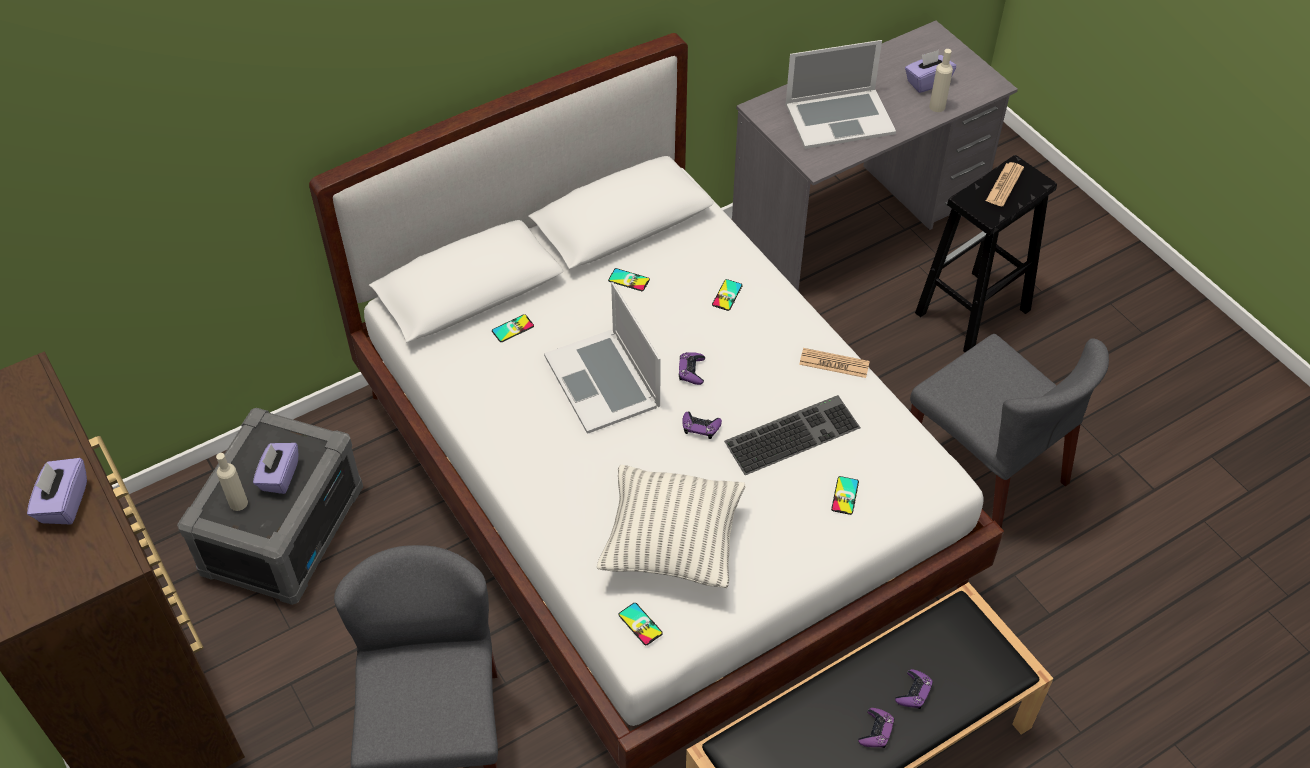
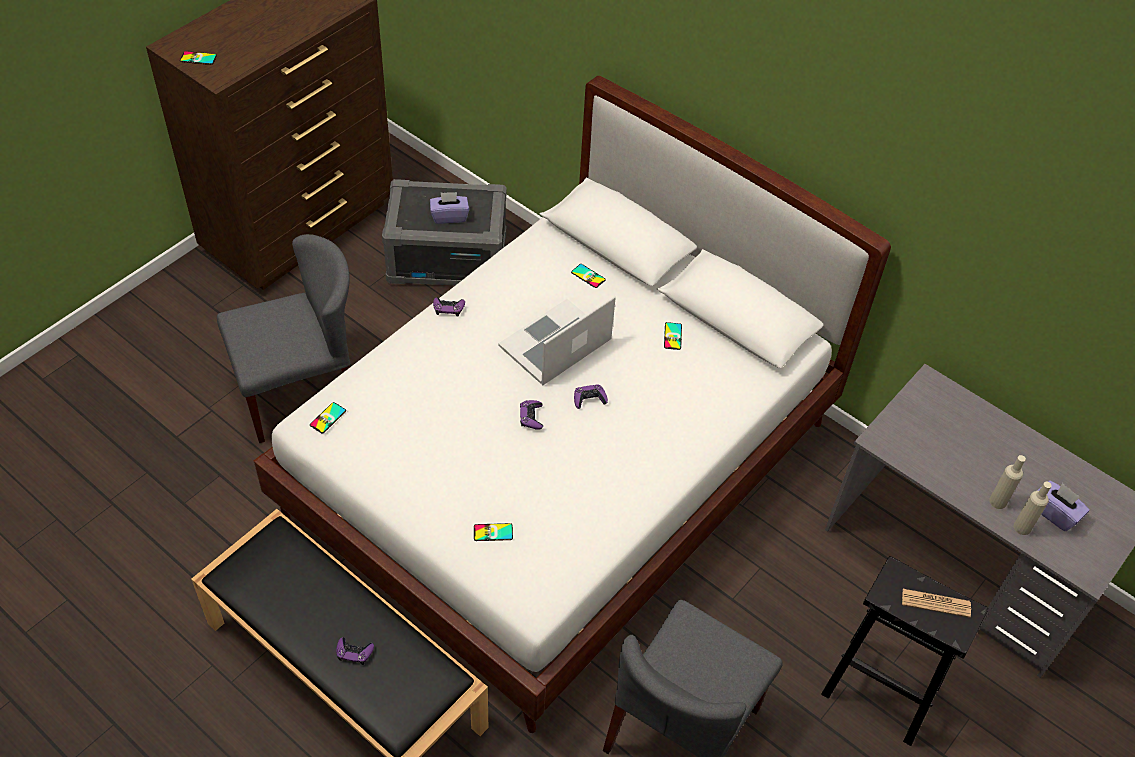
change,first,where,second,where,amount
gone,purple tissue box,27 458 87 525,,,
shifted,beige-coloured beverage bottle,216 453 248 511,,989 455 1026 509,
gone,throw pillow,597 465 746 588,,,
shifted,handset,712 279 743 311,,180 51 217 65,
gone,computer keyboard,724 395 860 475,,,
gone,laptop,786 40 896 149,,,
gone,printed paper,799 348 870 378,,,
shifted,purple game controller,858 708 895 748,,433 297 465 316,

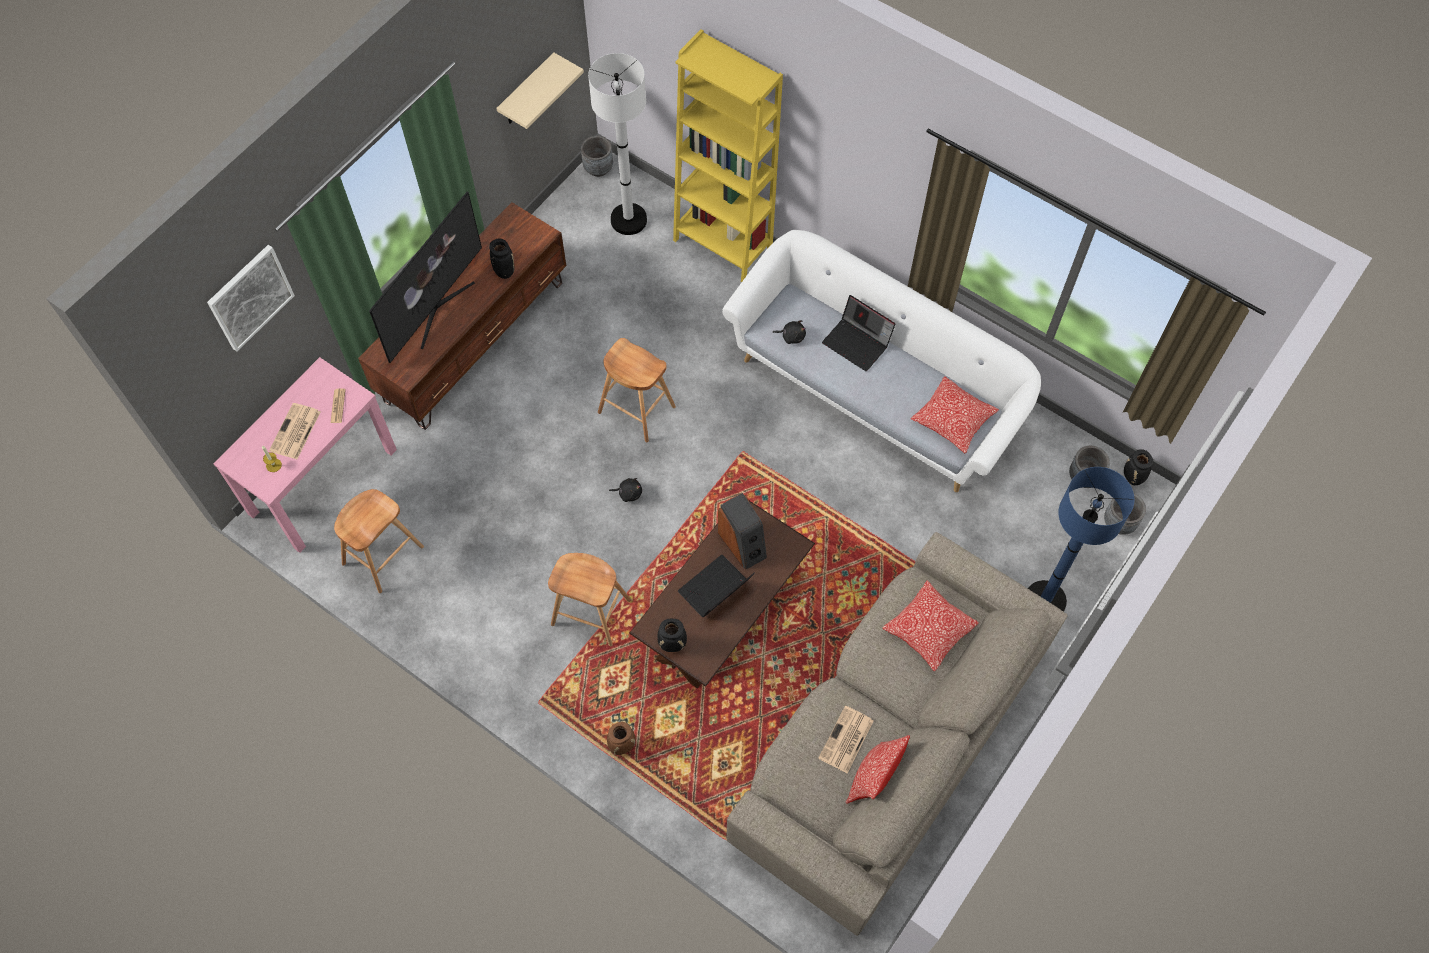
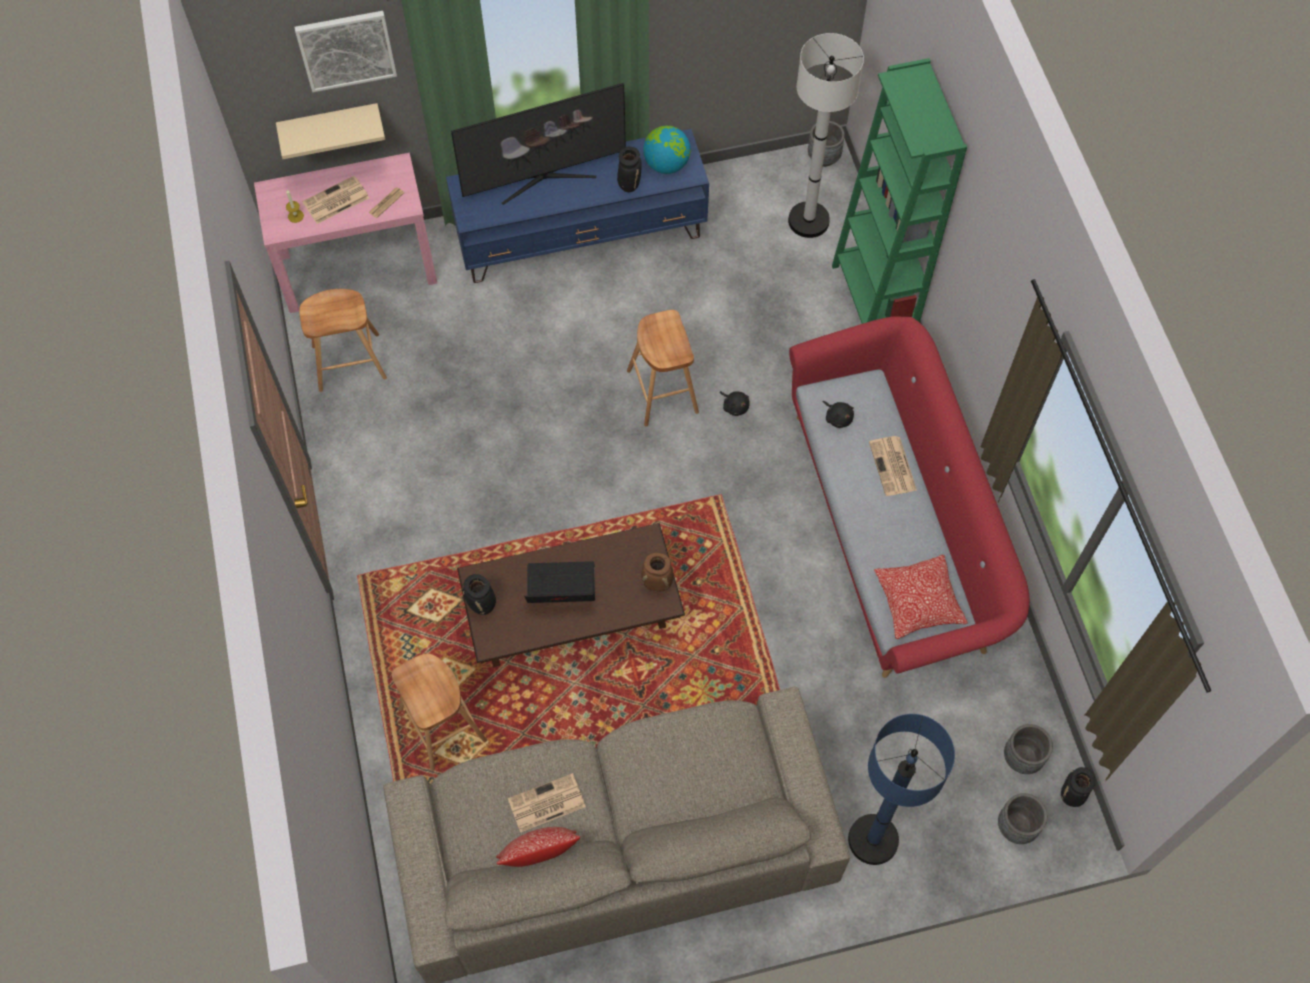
change,first,where,second,where,amount
repainted,brownish tv unit,358 202 566 430,blue-coloured tv unit,446 129 709 283,
shifted,beige-coloured wall shelf,496 52 584 129,,276 103 385 159,
shifted,brownish stool,548 553 631 646,,392 653 487 771,
shifted,brownish vase,607 722 636 755,,641 553 674 592,
shifted,black-coloured soft toy,609 478 642 502,,719 391 750 416,
repainted,yellow bookcase,673 29 783 282,green-coloured bookcase,832 58 967 324,
gone,loudspeaker,718 493 767 570,,,
repainted,white-coloured sofa,722 230 1041 492,reddish sofa,789 316 1030 678,
swapped,laptop,822 295 895 371,printed paper,869 436 917 496,
gone,throw pillow,882 581 979 672,,,
new,,,world globe,643 126 691 174,

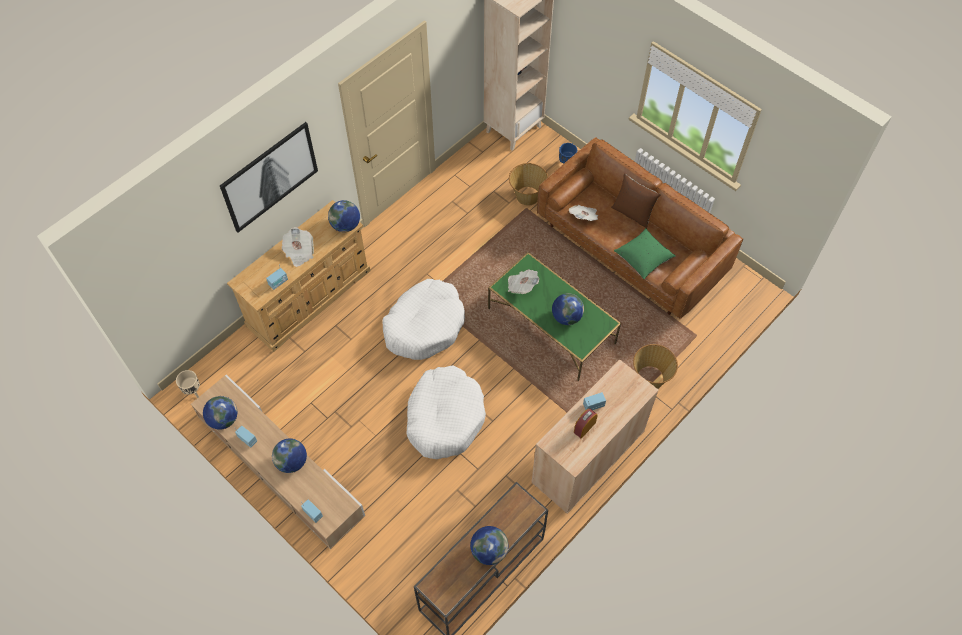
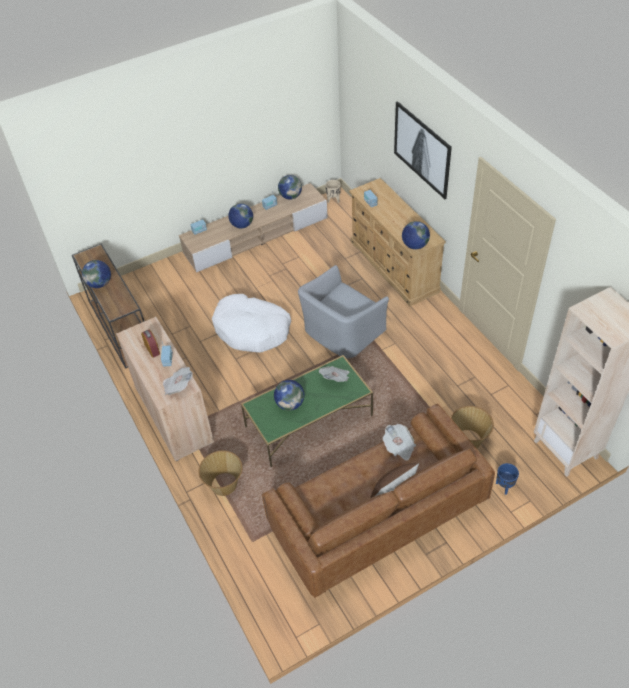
change,first,where,second,where,amount
shifted,printed paper,281 227 314 267,,163 367 193 395,
swapped,white-coloured pet bed,382 279 465 360,greyish easy chair,298 265 389 358,
gone,green-coloured throw pillow,614 228 676 279,,,

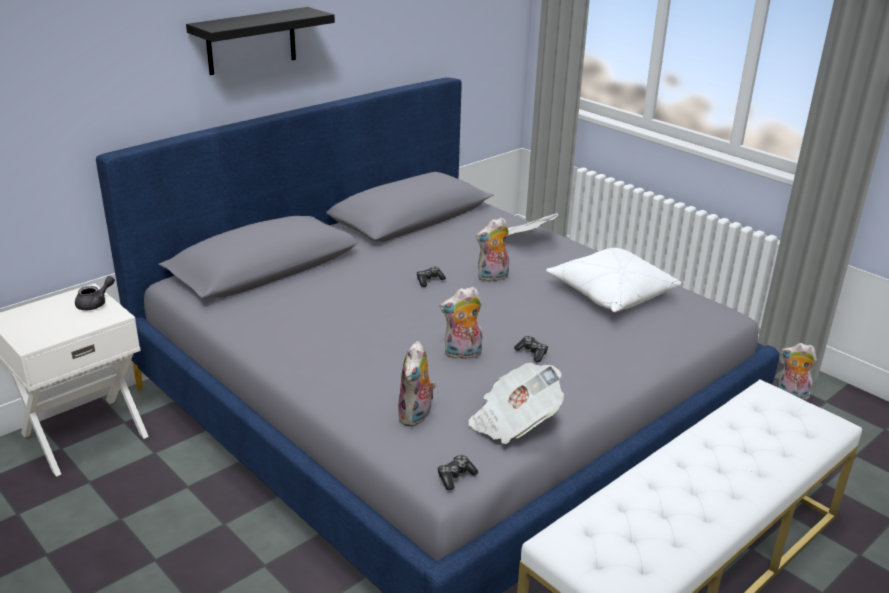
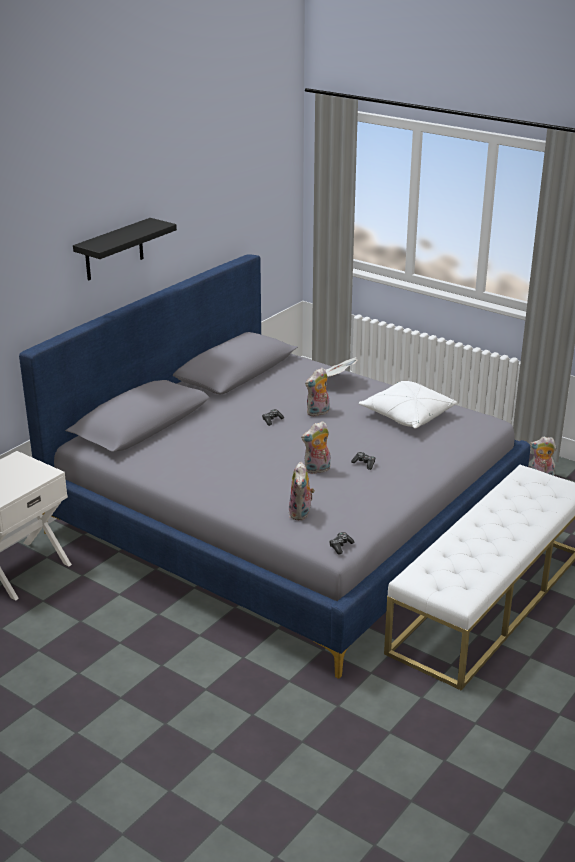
change,first,where,second,where,amount
gone,greyish teapot,75 276 115 310,,,
gone,printed paper,468 362 564 444,,,

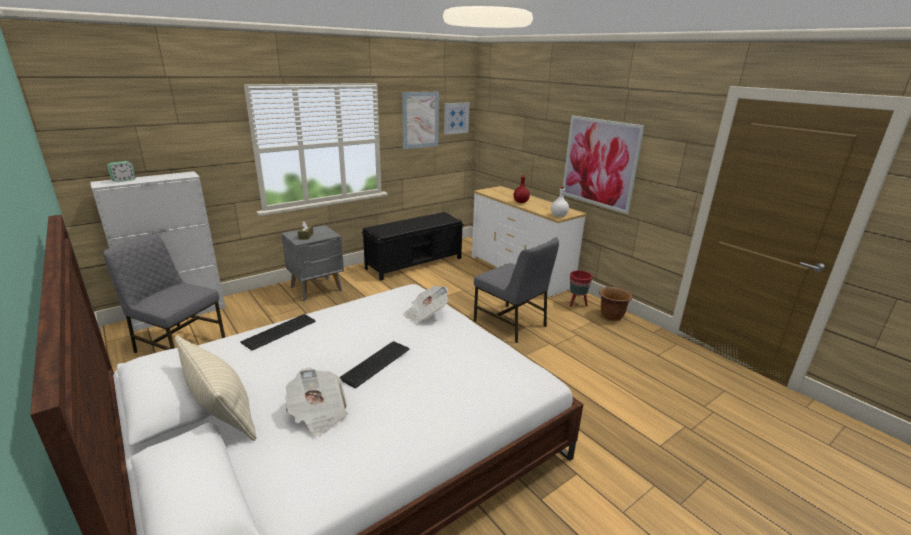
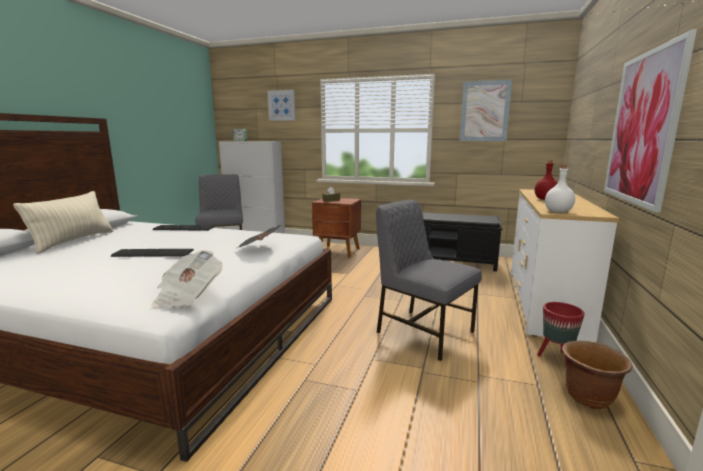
change,first,where,second,where,amount
repainted,greyish night table,281 225 344 301,brownish night table,312 198 361 258,
shifted,printed paper,285 368 348 436,,152 250 222 308,
shifted,wall picture,444 102 469 135,,268 90 296 121,
rotated,greyish plain chair,474 237 559 343,,376 200 482 361,120 degrees clockwise

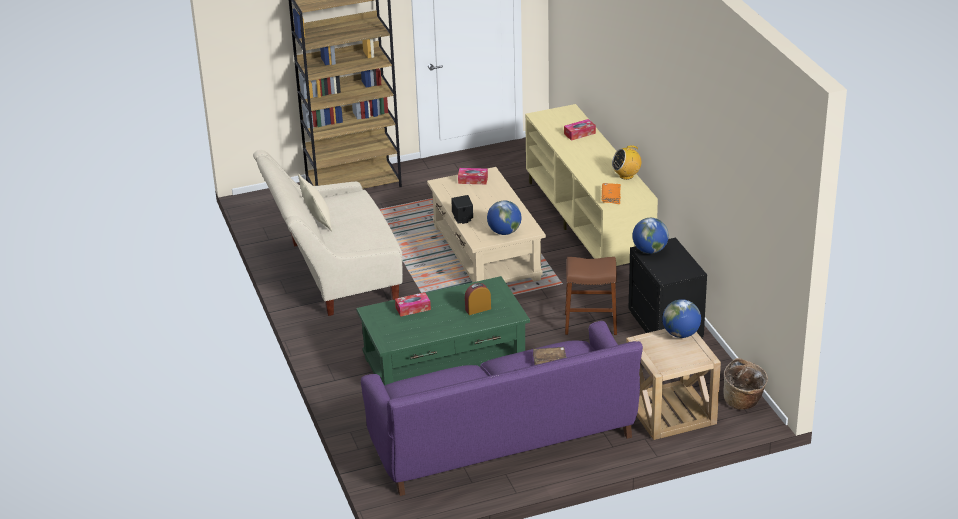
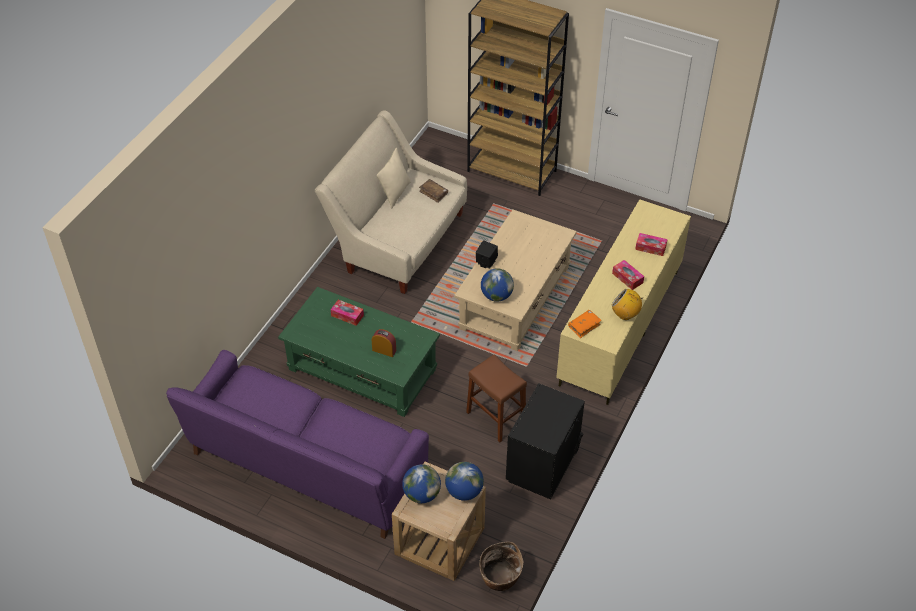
change,first,where,second,where,amount
shifted,tissue box,458 168 488 184,,612 260 644 290,
shifted,brownish volume,533 347 567 365,,419 179 448 203,
shifted,world globe,632 218 669 254,,402 464 441 503,

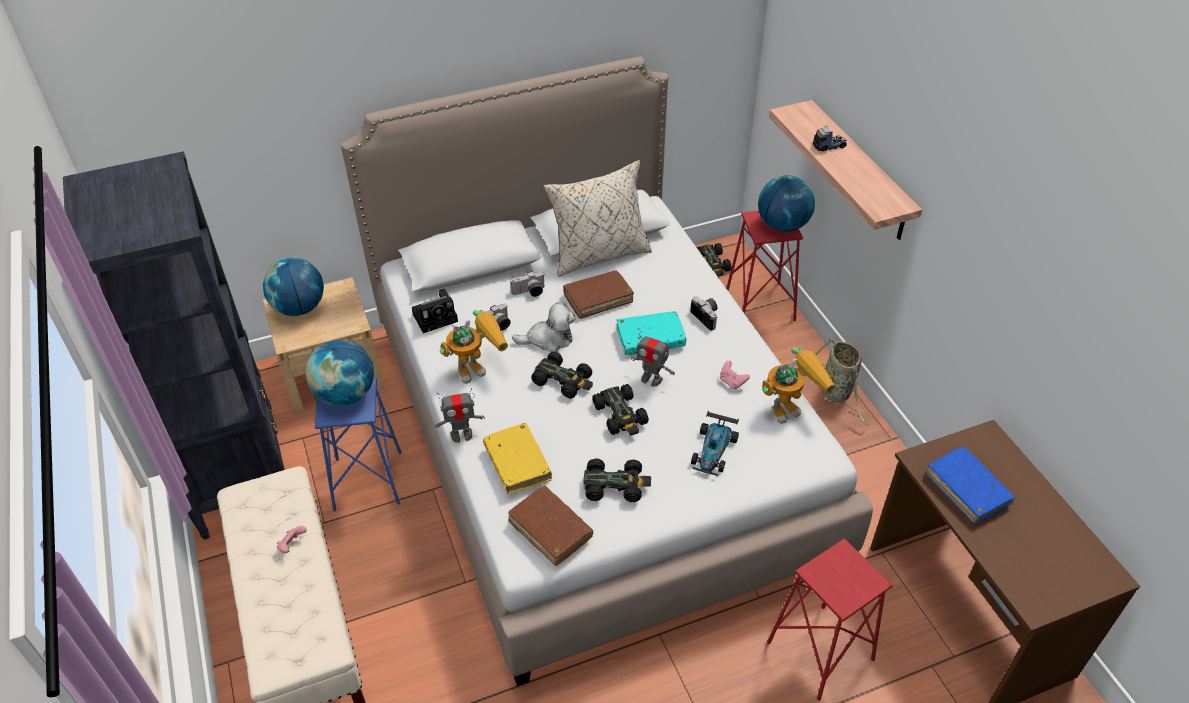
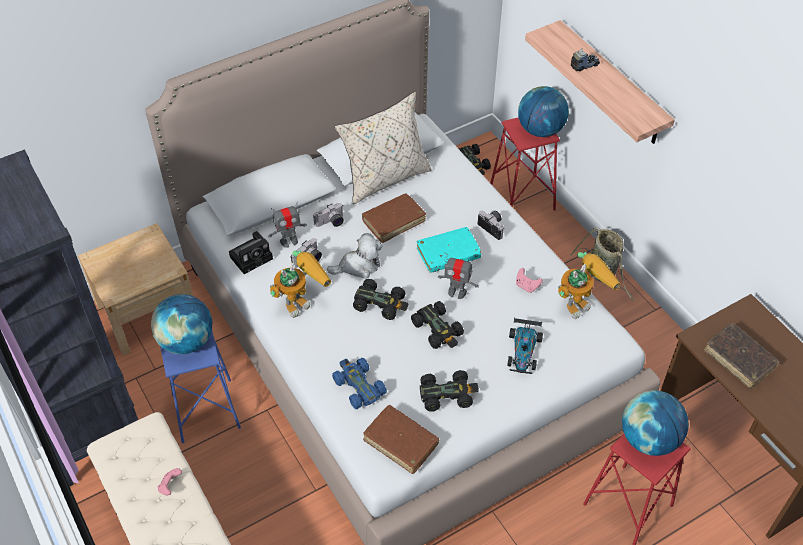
change,first,where,second,where,amount
shifted,world globe,263 257 324 316,,622 390 689 456,
shifted,toy robot,435 388 485 443,,268 201 307 248,
swapped,yellow volume,483 423 552 493,blue-coloured toy car,332 357 387 409,
repainted,blue-coloured volume,925 447 1015 525,brownish volume,704 323 780 389,

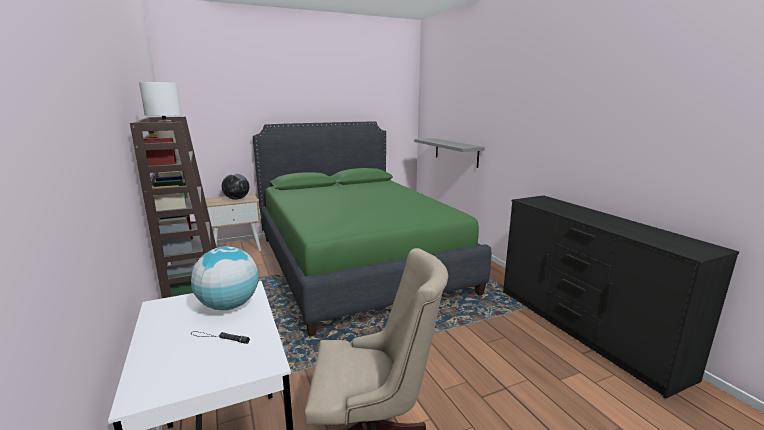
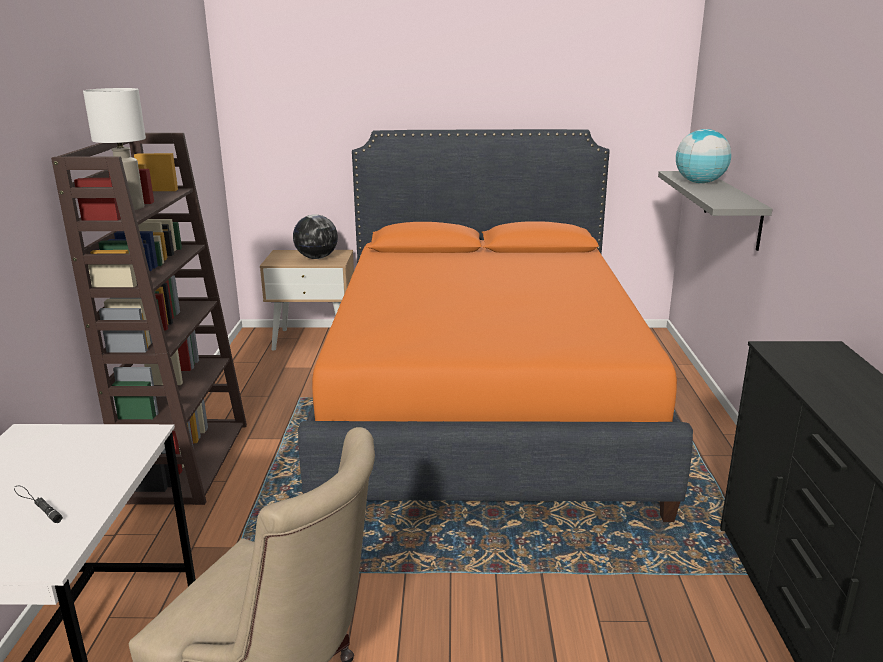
change,first,where,second,where,amount
shifted,world globe,191 246 259 310,,676 129 731 183,
repainted,green-coloured bed,253 122 491 336,orangey bed,298 129 693 522,

